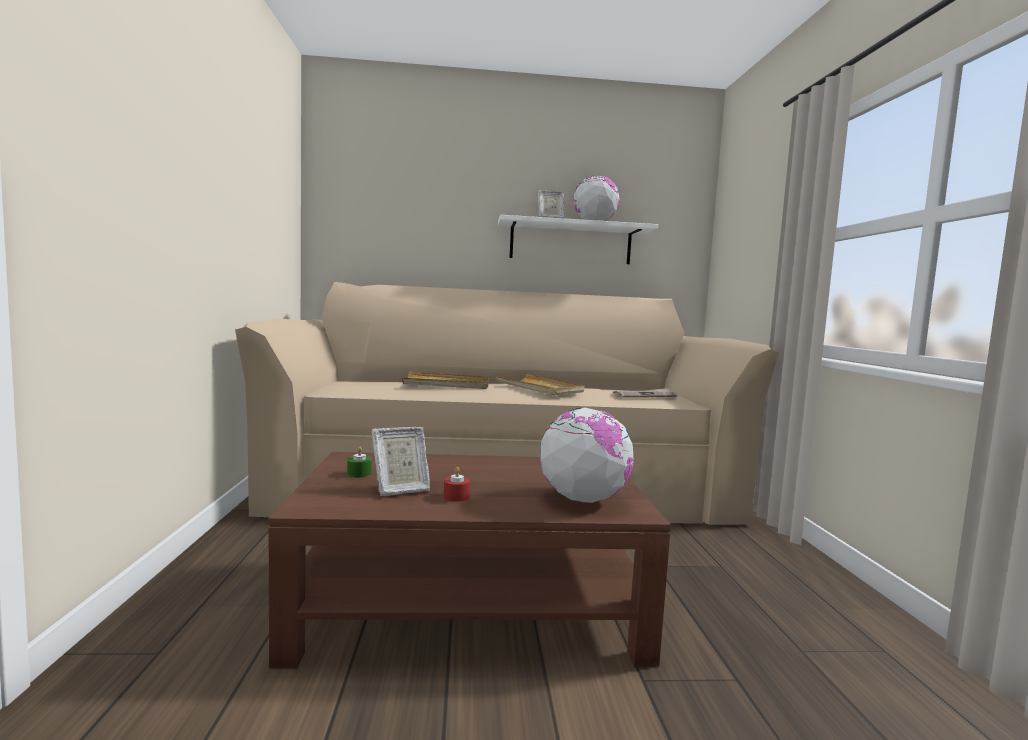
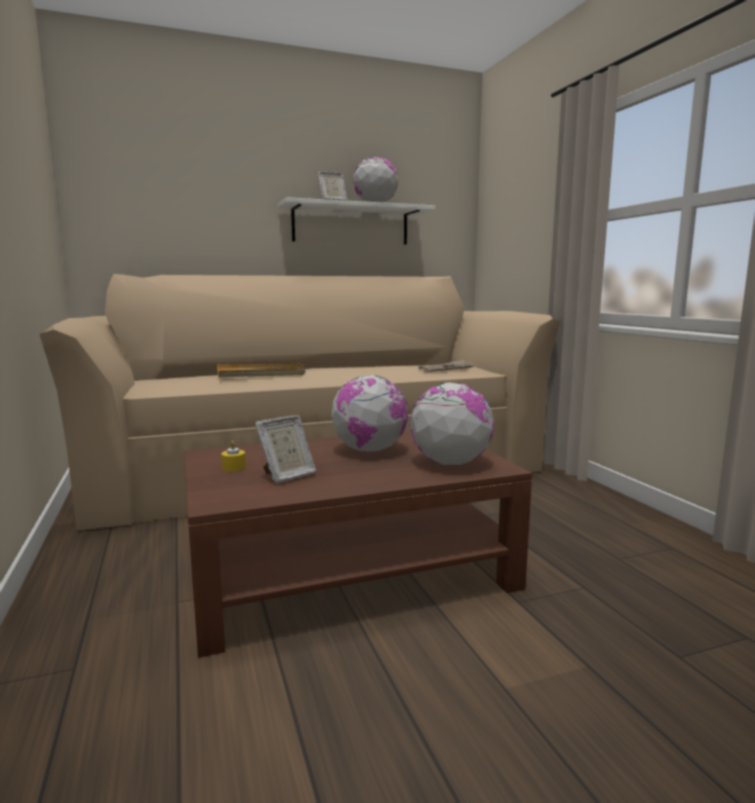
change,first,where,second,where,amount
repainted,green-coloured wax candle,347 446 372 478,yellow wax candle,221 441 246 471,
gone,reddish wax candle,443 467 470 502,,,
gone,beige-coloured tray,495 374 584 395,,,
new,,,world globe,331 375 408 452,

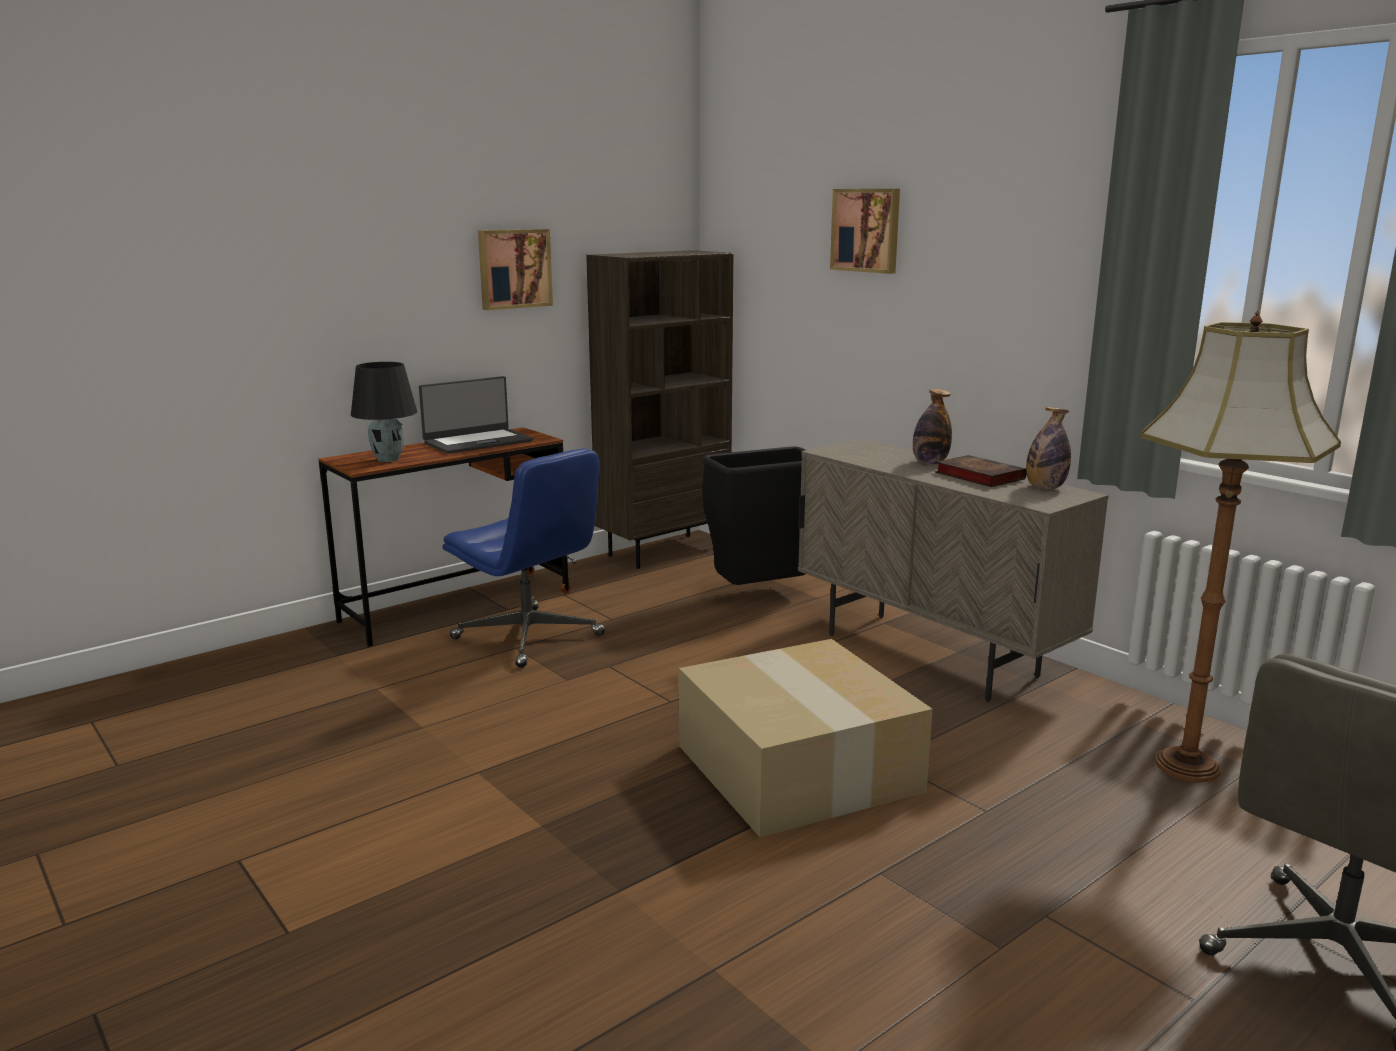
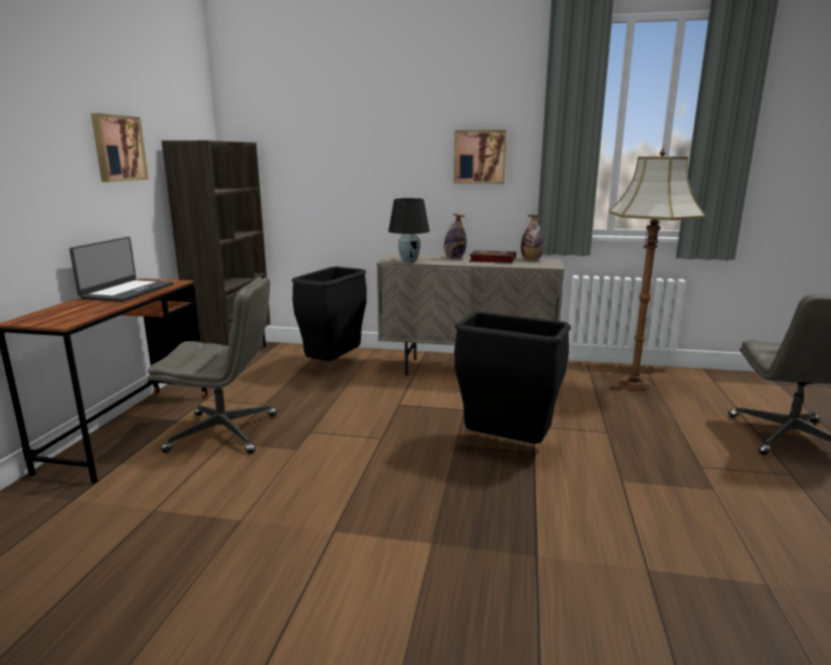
change,first,where,second,where,amount
shifted,black-coloured lamp for a table,351 362 417 462,,388 198 430 263,
repainted,blue-coloured office chair,442 448 605 668,greyish office chair,148 277 277 454,
swapped,cardboard box,679 639 933 837,black-coloured rubbish bin,454 312 571 443,
shifted,wall picture,830 189 900 274,,454 130 507 184,

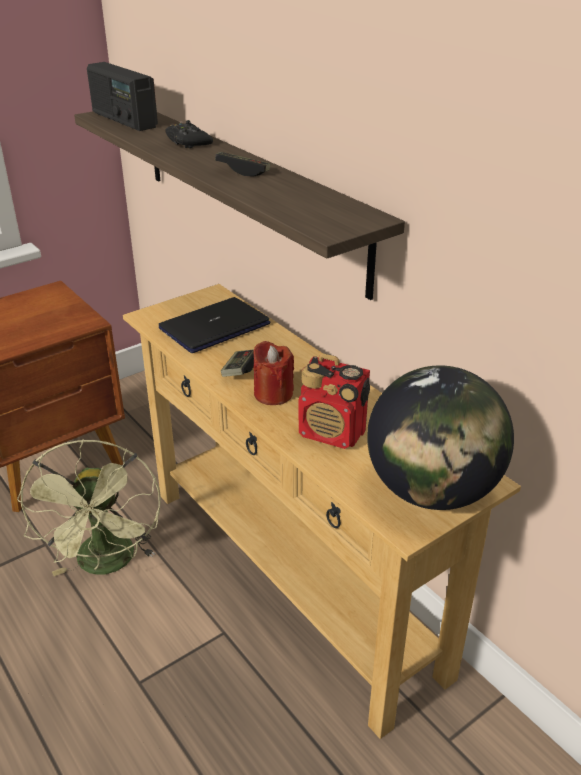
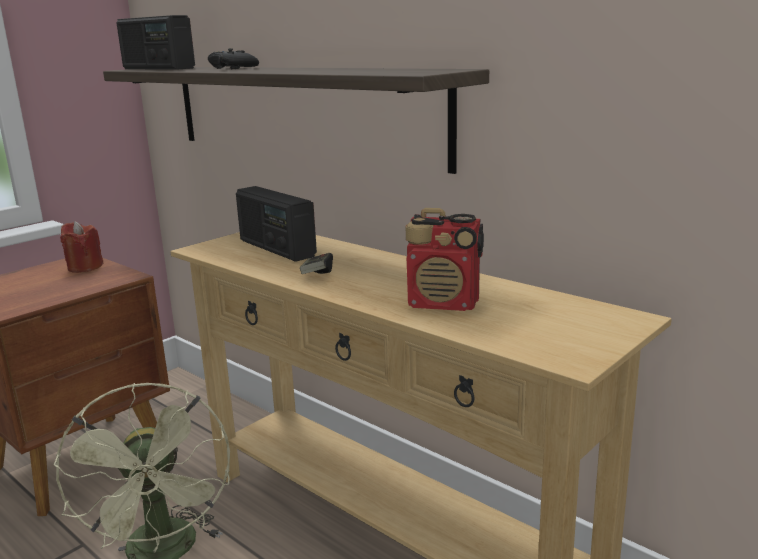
change,first,where,second,where,amount
swapped,laptop,159 297 270 353,radio,236 186 317 262,
gone,game controller,215 152 270 177,,,
shifted,reddish wax candle,253 341 294 405,,60 221 104 273,
gone,world globe,367 365 514 510,,,

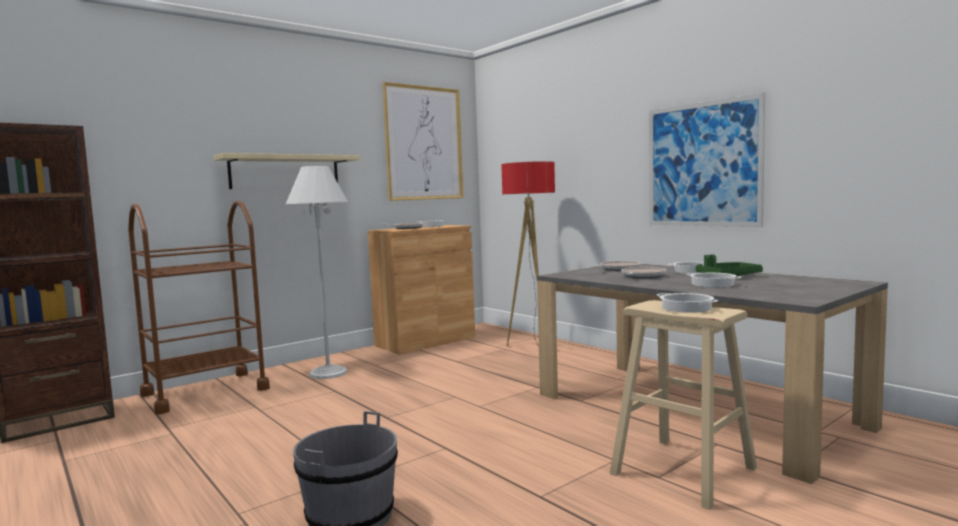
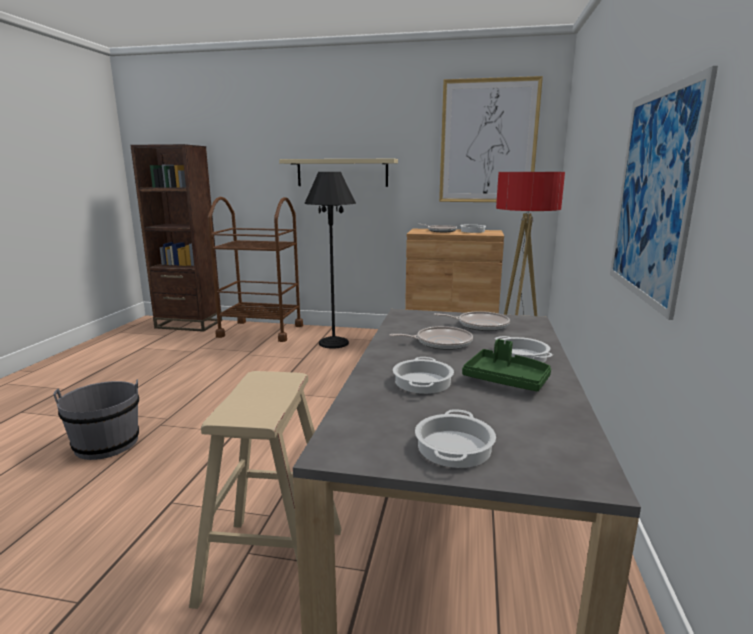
change,first,where,second,where,amount
repainted,white-coloured standard lamp,286 166 348 379,black-coloured standard lamp,304 172 356 349,
shifted,saucepot,657 293 718 313,,415 409 496 468,

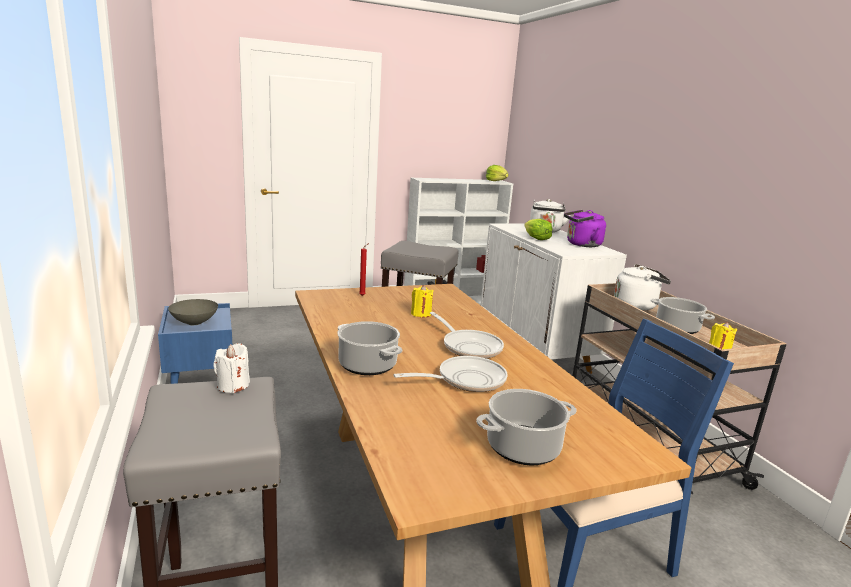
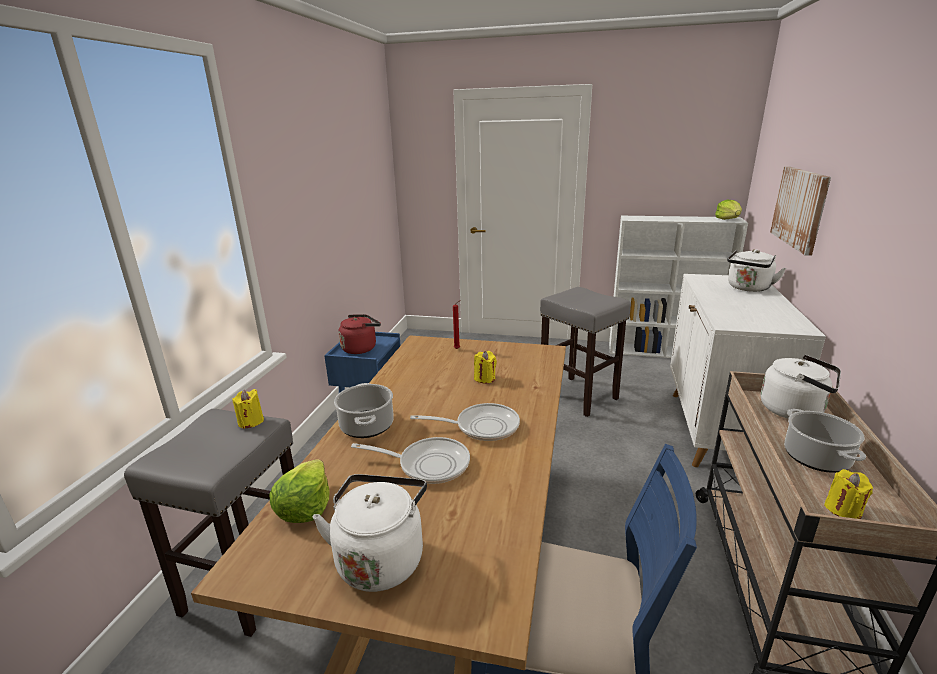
change,first,where,second,where,amount
swapped,greyish bowl,168 299 218 325,reddish water kettle,338 314 381 354,
repainted,white-coloured wax candle,213 343 250 393,yellow wax candle,232 389 264 429,
rotated,skillet,430 312 504 359,,410 403 520 441,90 degrees counterclockwise
swapped,saucepot,476 389 577 465,white-coloured water kettle,313 474 427 592,
shifted,head of lettuce,524 219 552 240,,270 459 330 523,
gone,purple water kettle,564 210 606 247,,,
new,,,wall picture,770 167 831 256,

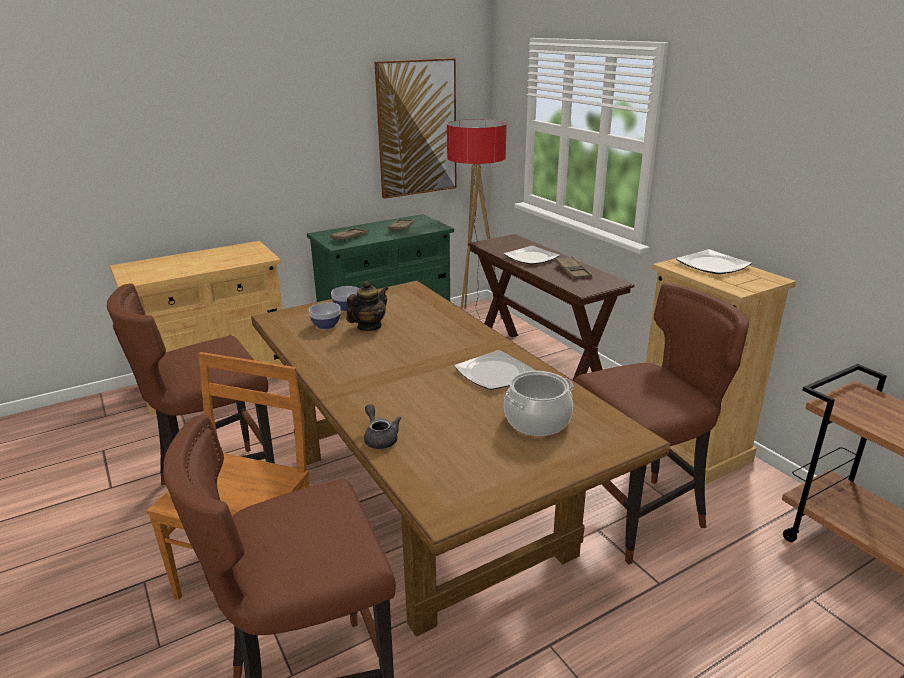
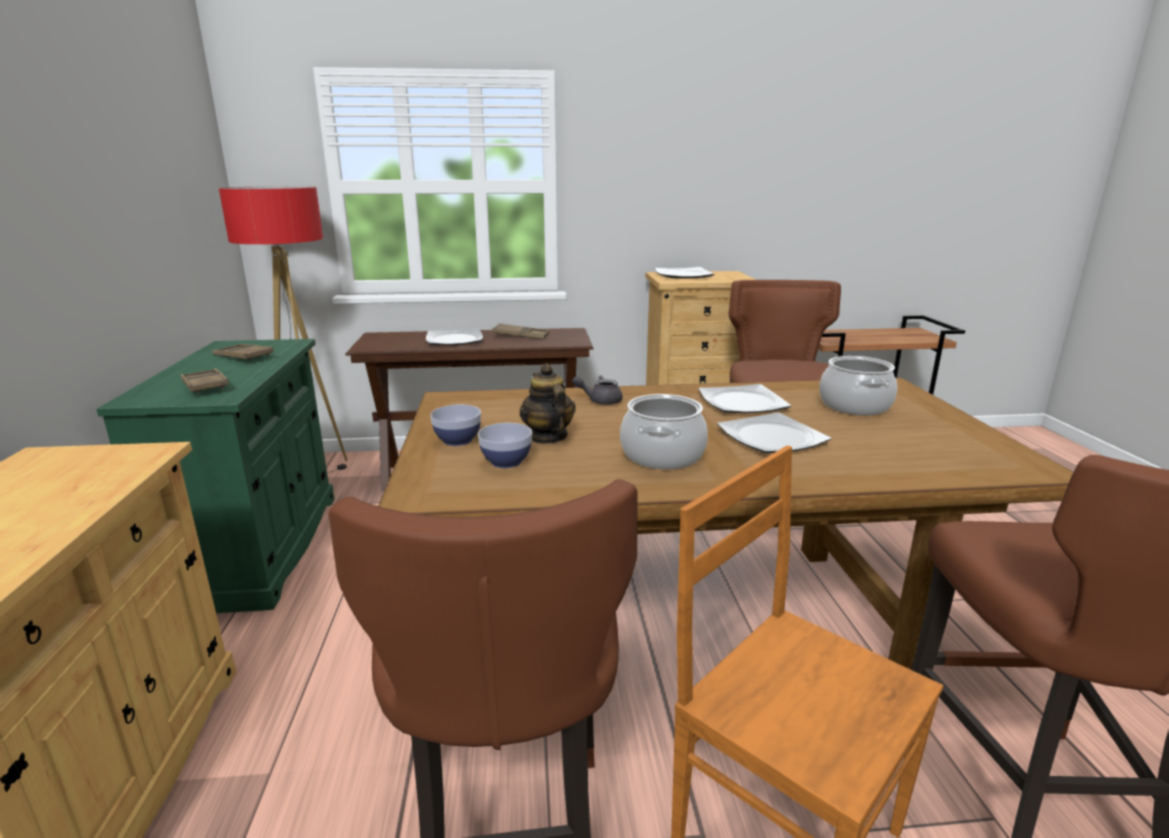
change,first,where,second,where,amount
shifted,greyish teapot,364 404 401 449,,572 375 623 405,
gone,wall picture,374 58 456 199,,,
new,,,saucepot,620 394 708 470,
new,,,dinner plate,717 412 831 453,

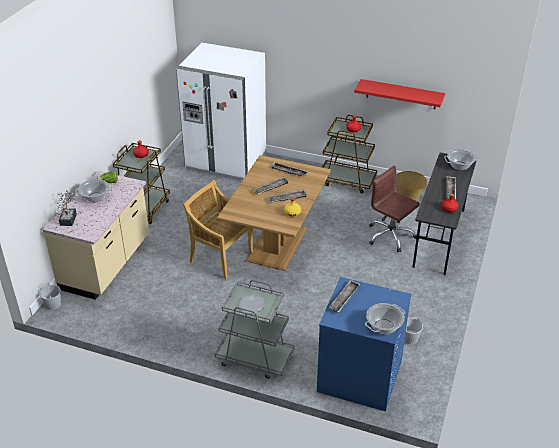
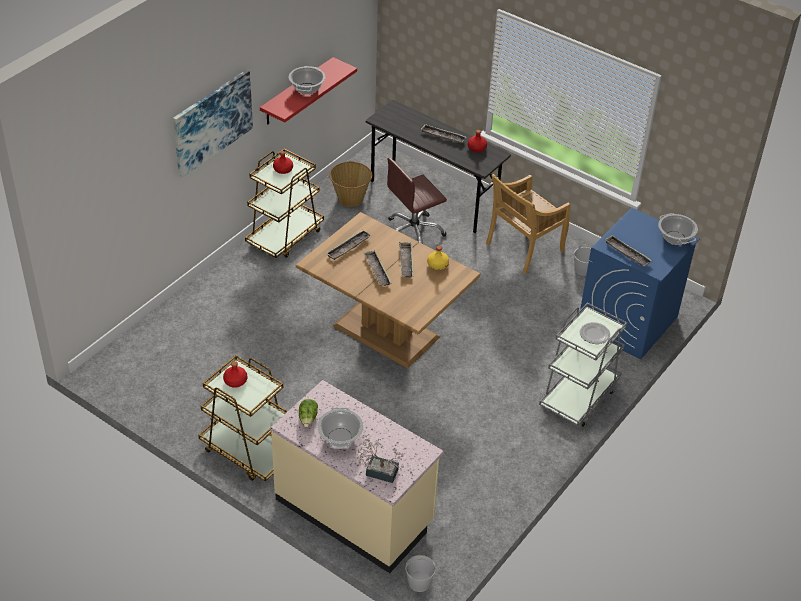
change,first,where,second,where,amount
gone,white-coloured fridge,176 43 266 182,,,
shifted,beige-coloured plain chair,183 180 253 279,,486 174 571 274,
shifted,saucepot,444 149 479 170,,289 66 326 95,
new,,,wall picture,173 70 253 177,

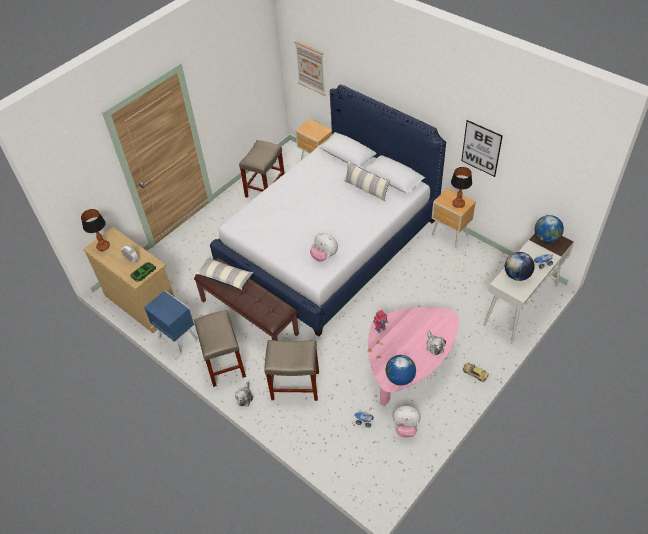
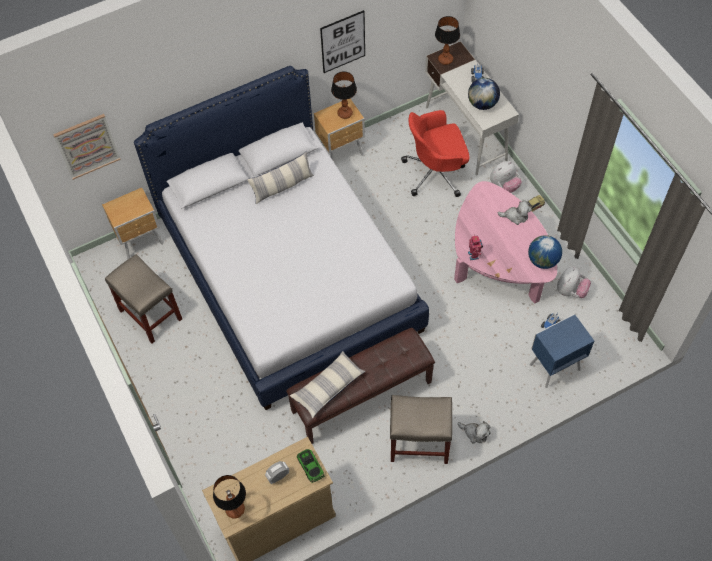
change,first,where,second,where,amount
shifted,blue-coloured night table,144 291 198 355,,530 314 594 388,
gone,beige-coloured stool,264 340 319 401,,,
shifted,soft toy,310 233 338 262,,490 161 522 193,
swapped,world globe,535 215 564 243,lamp for a table,435 16 460 65,
new,,,reddish office chair,401 110 469 197,

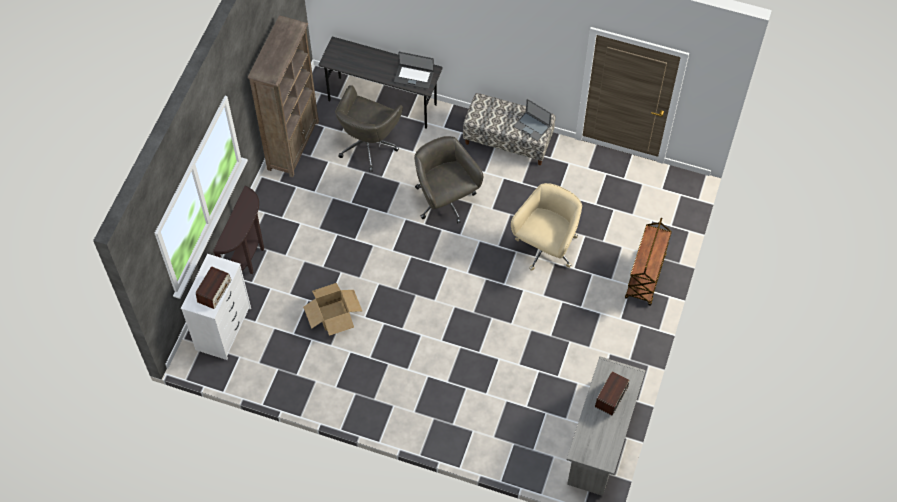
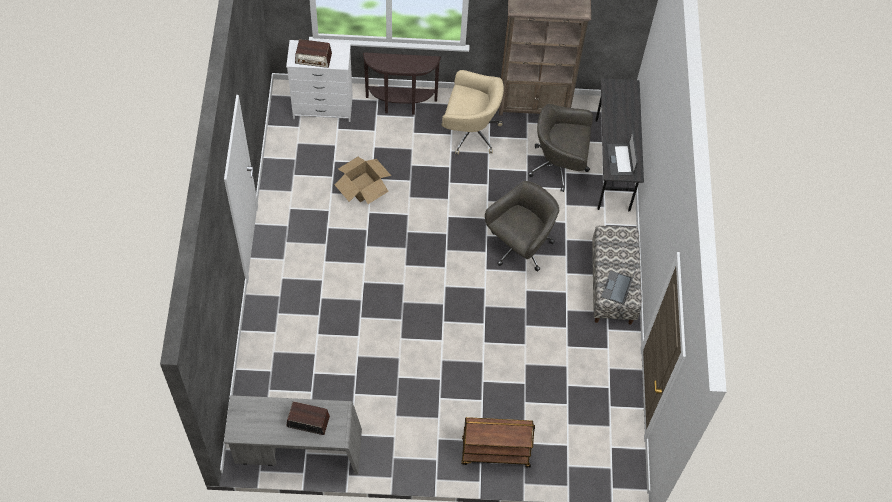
change,first,where,second,where,amount
shifted,beige-coloured office chair,511 183 582 271,,441 70 504 155,

